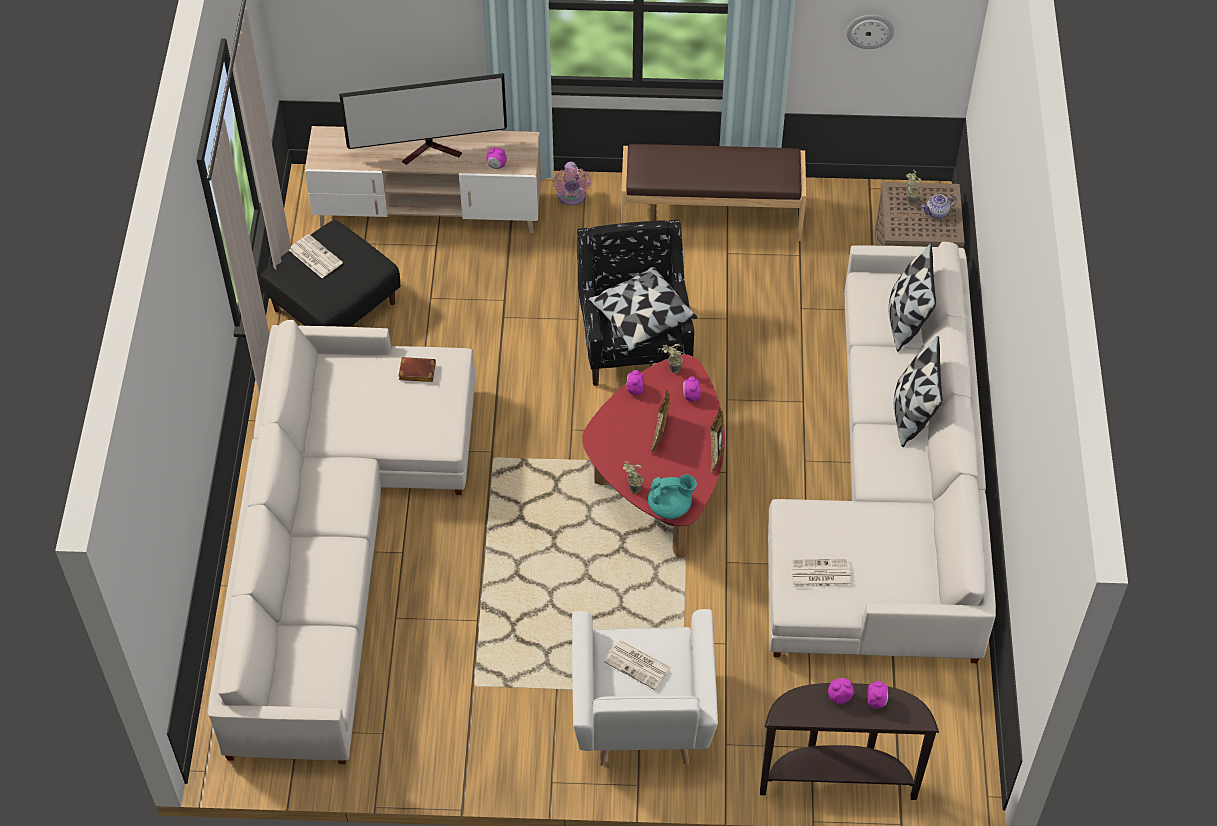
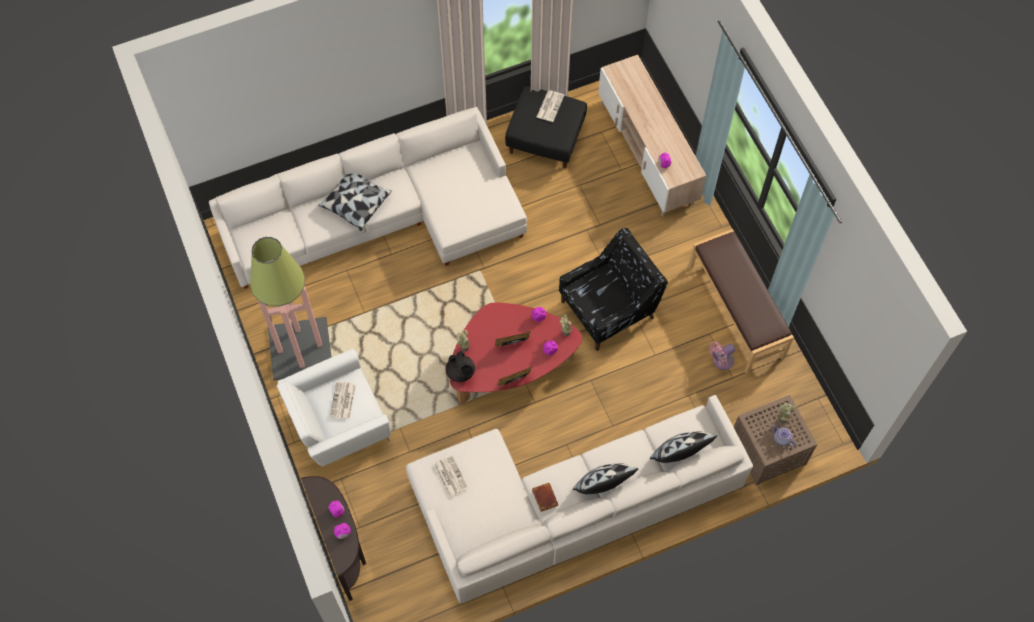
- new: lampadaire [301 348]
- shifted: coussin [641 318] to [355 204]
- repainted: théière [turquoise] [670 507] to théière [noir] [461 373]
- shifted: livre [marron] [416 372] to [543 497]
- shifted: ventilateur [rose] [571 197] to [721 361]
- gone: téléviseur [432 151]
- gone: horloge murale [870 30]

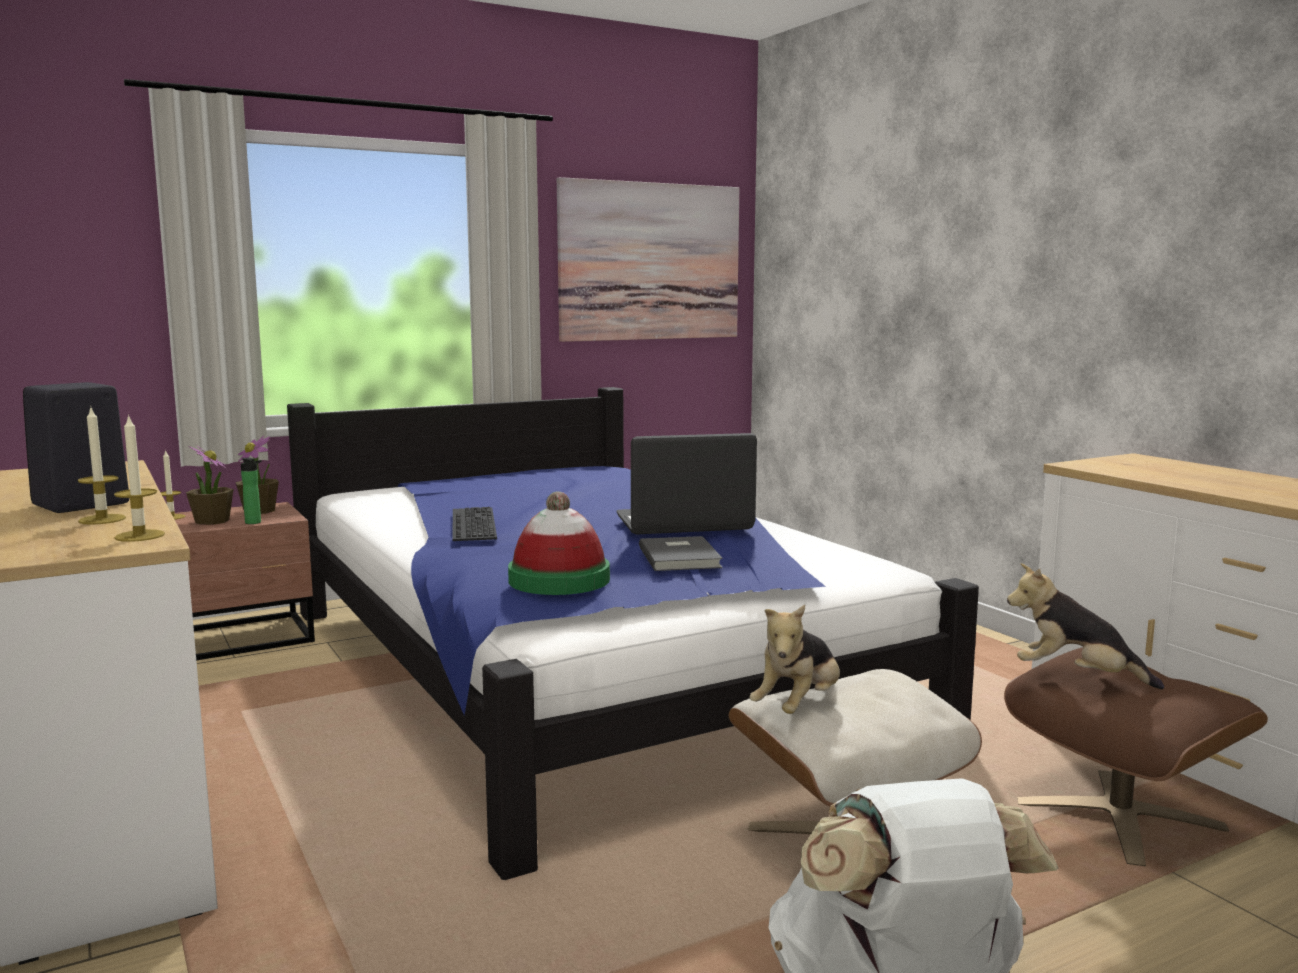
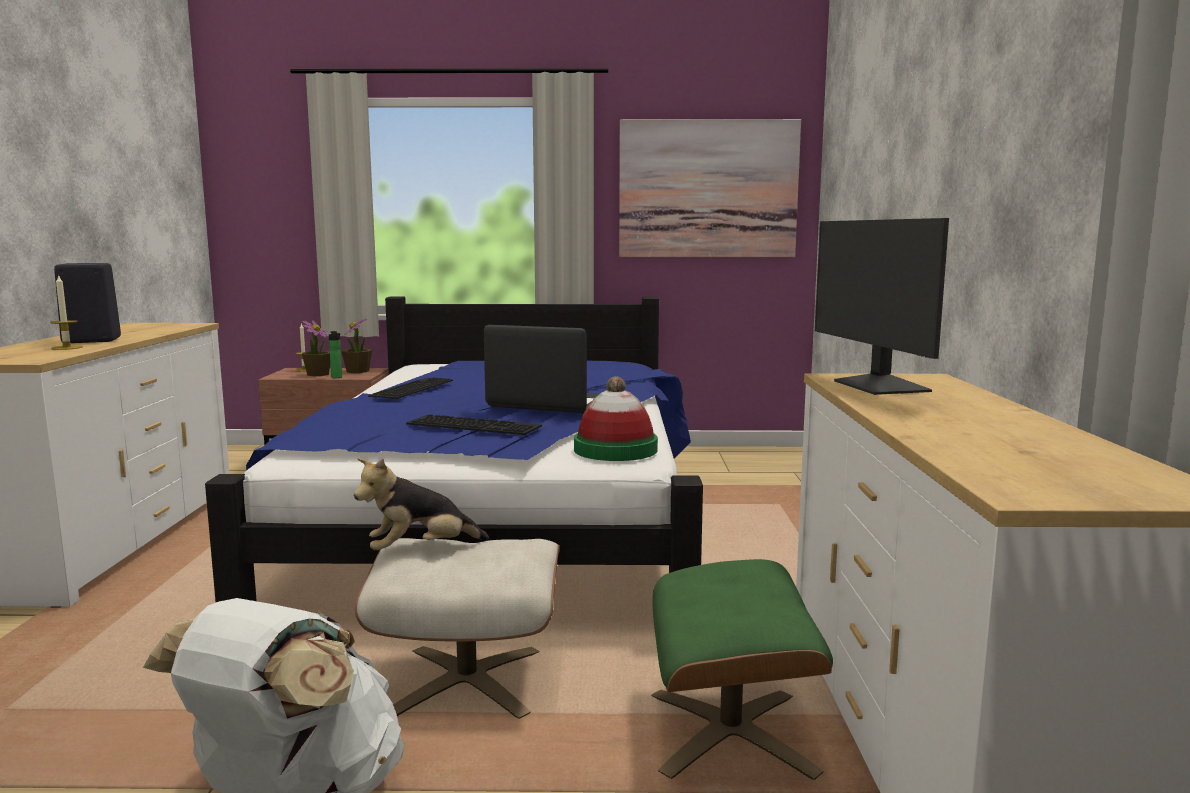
- swapped: livre [gris] [681 557] to clavier [476 425]
- shifted: chapeau [559 580] to [615 450]
- repainted: pouf [marron] [1120 816] to pouf [vert] [731 733]
- new: écran d'ordinateur [879 386]
- gone: bougie [139 536]
- gone: peluche [1076 677]

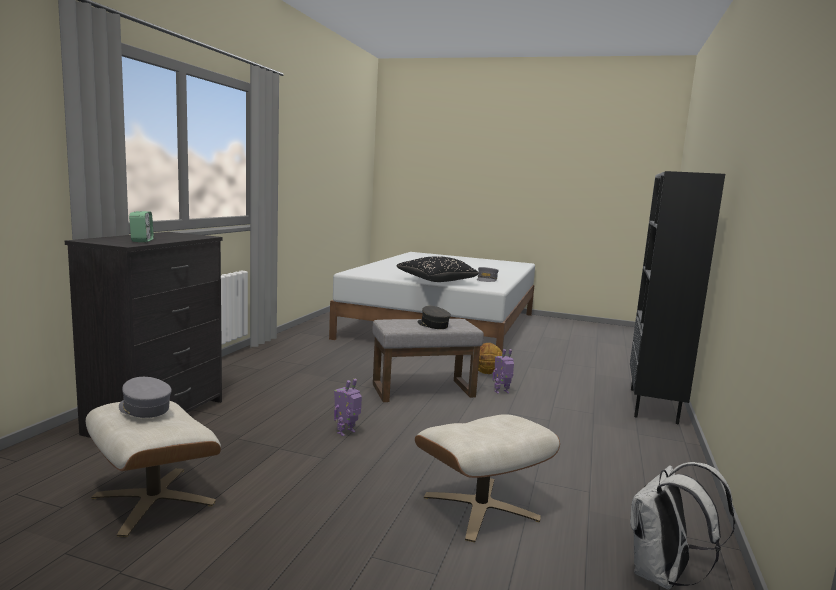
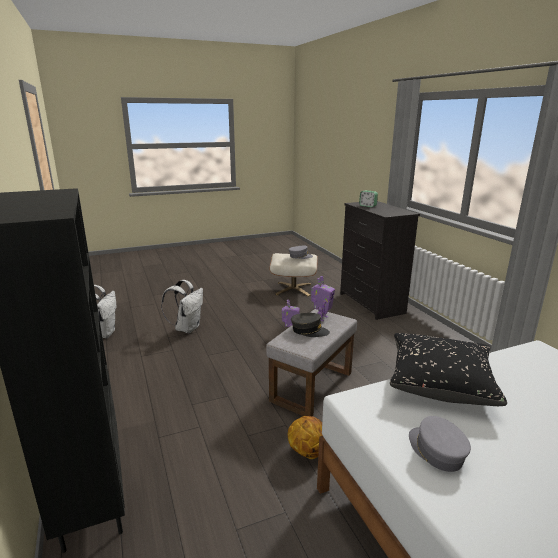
- swapped: pouf [beige] [481 508] to sac à dos [blanc] [187 328]
- shifted: robot jouet [502 392] to [321 318]

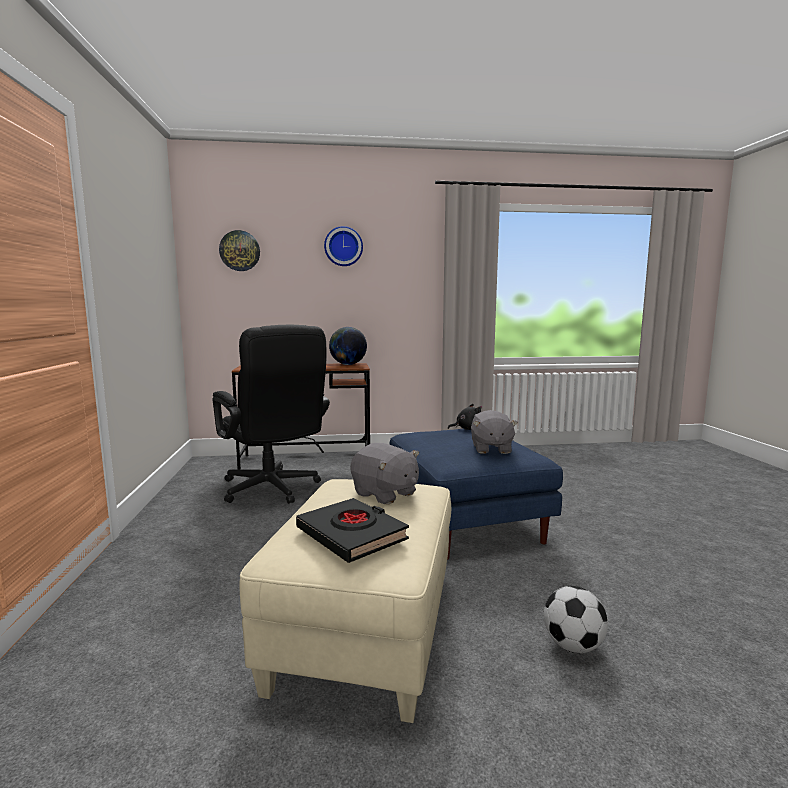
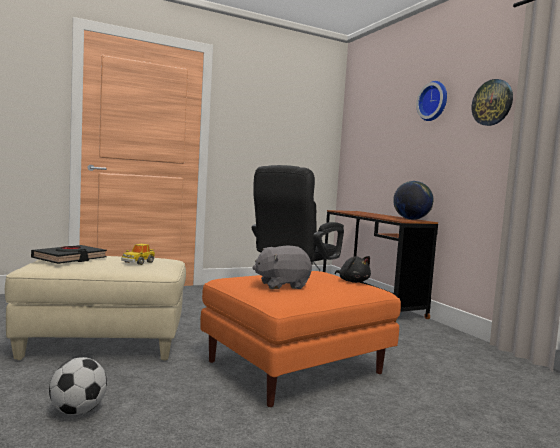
- swapped: peluche [gris] [385 494] to petite voiture [138 262]
- repainted: pouf [bleu] [464 520] to pouf [orange] [296 366]
- shifted: horloge murale [240 251] to [492 102]

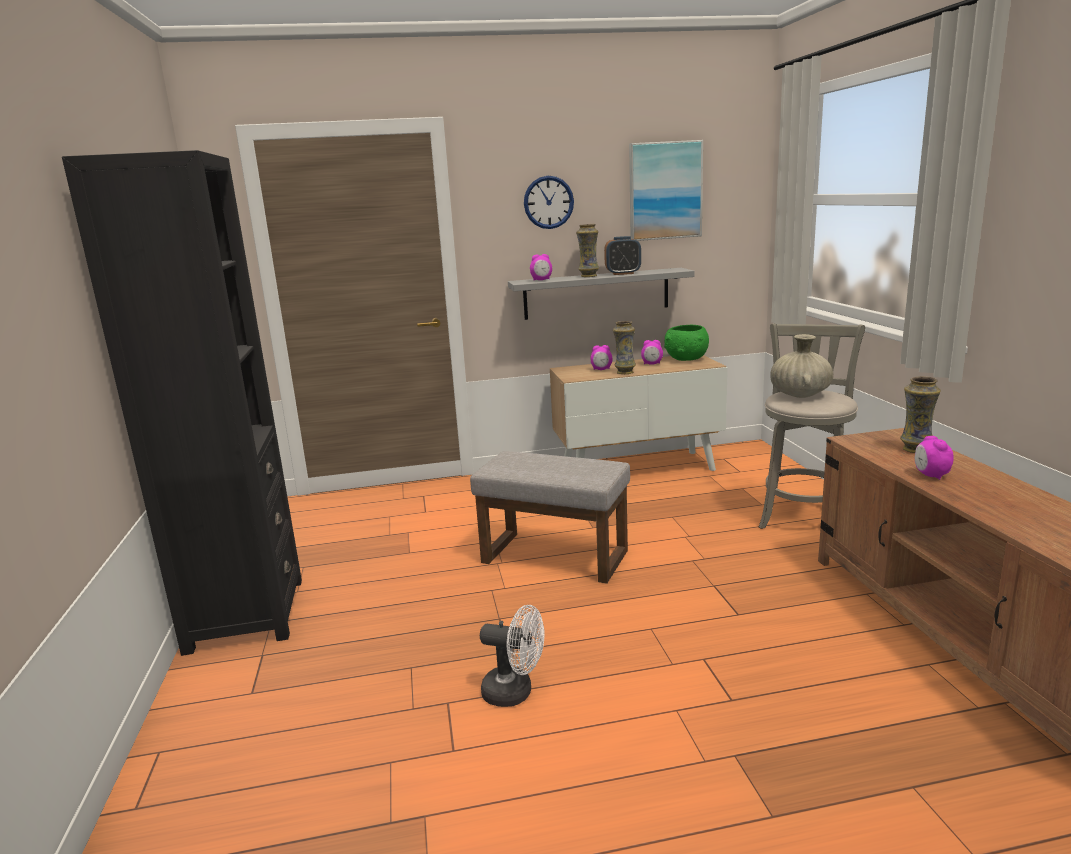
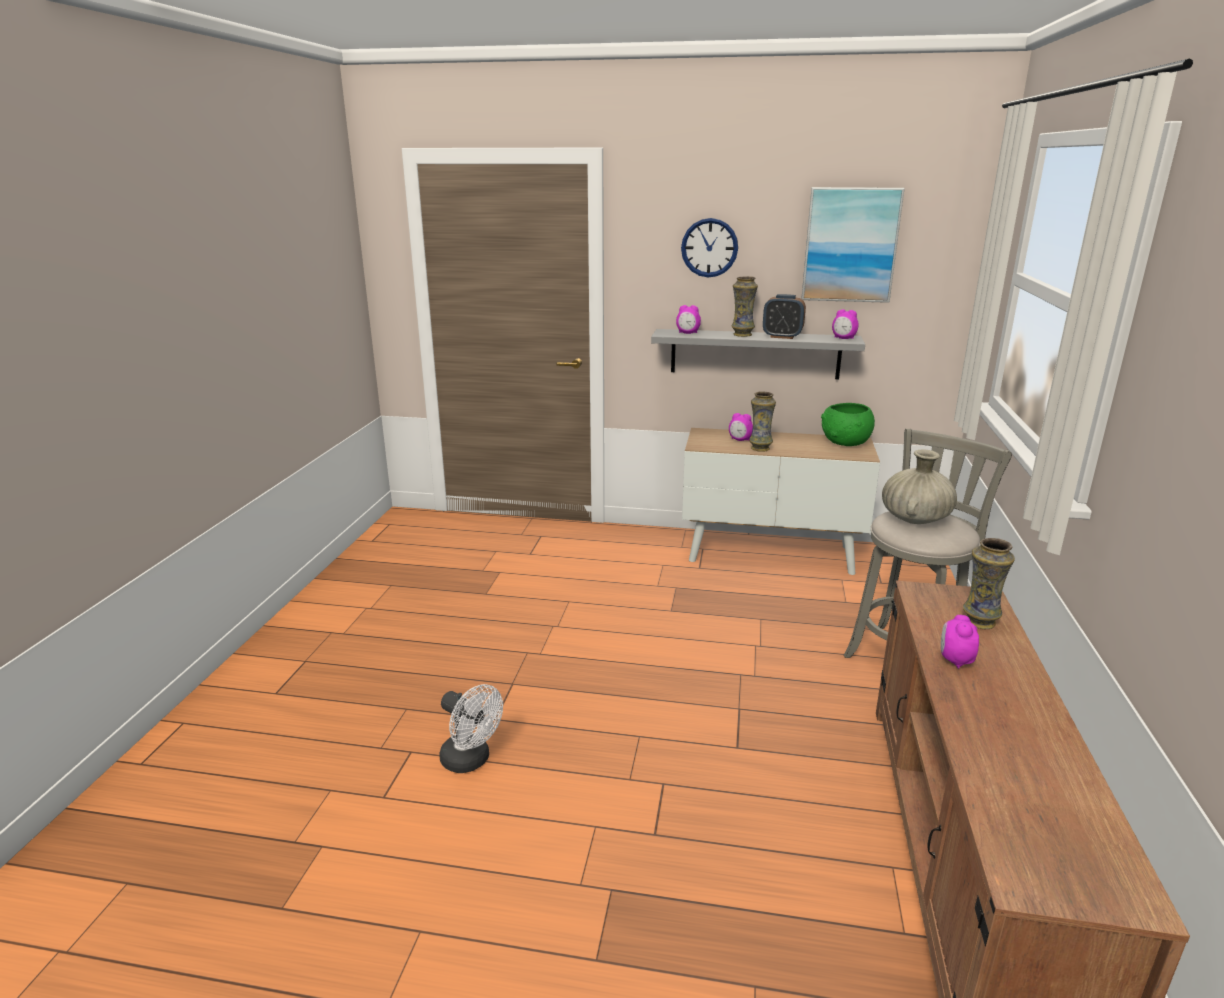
- shifted: réveil [652 364] to [843 338]
- gone: bibliothèque [noir] [245 615]
- gone: pouf [gris] [552 557]

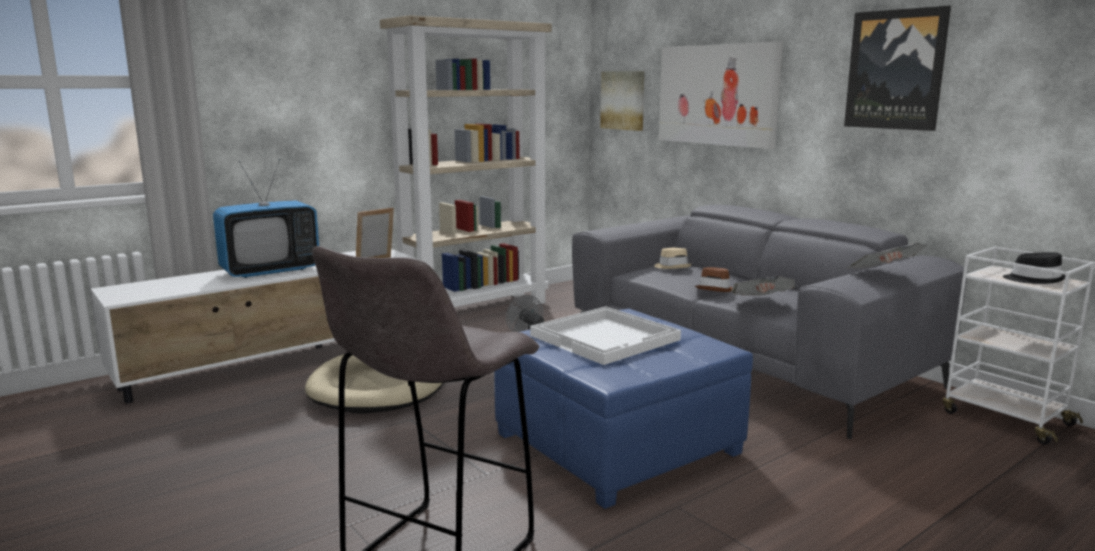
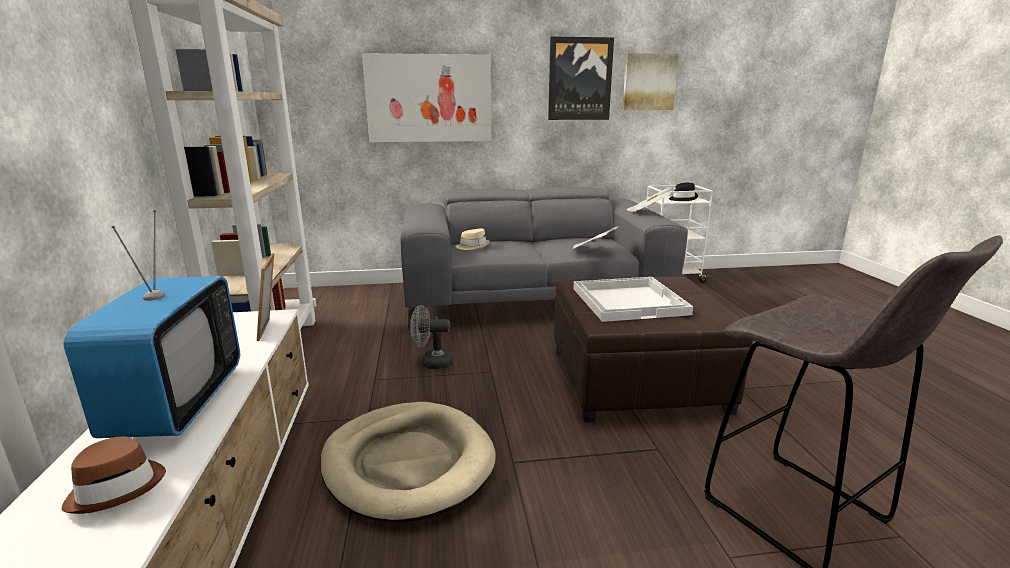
- shifted: chapeau [marron] [715 289] to [118 487]
- repainted: pouf [bleu] [617 442] to pouf [marron] [634 378]
- shifted: tableau [623 100] to [649 82]

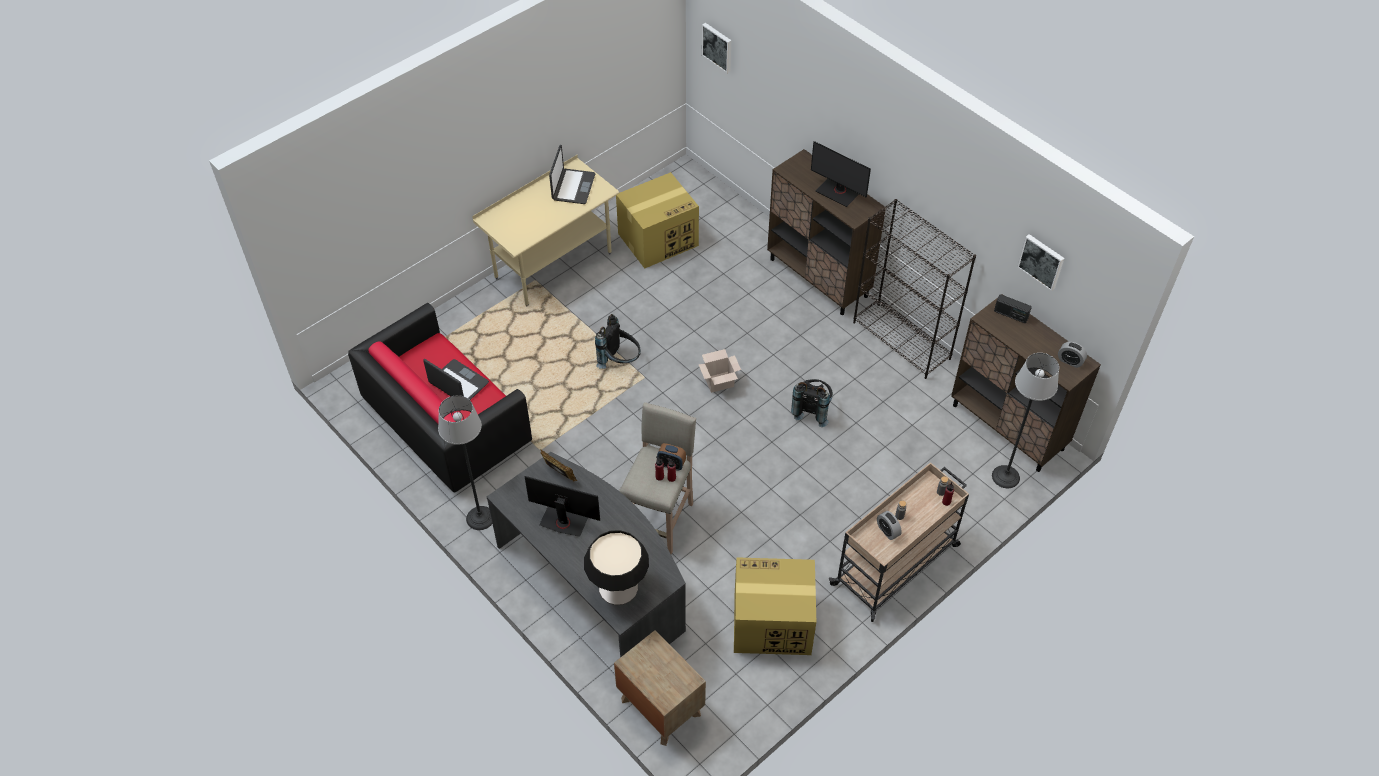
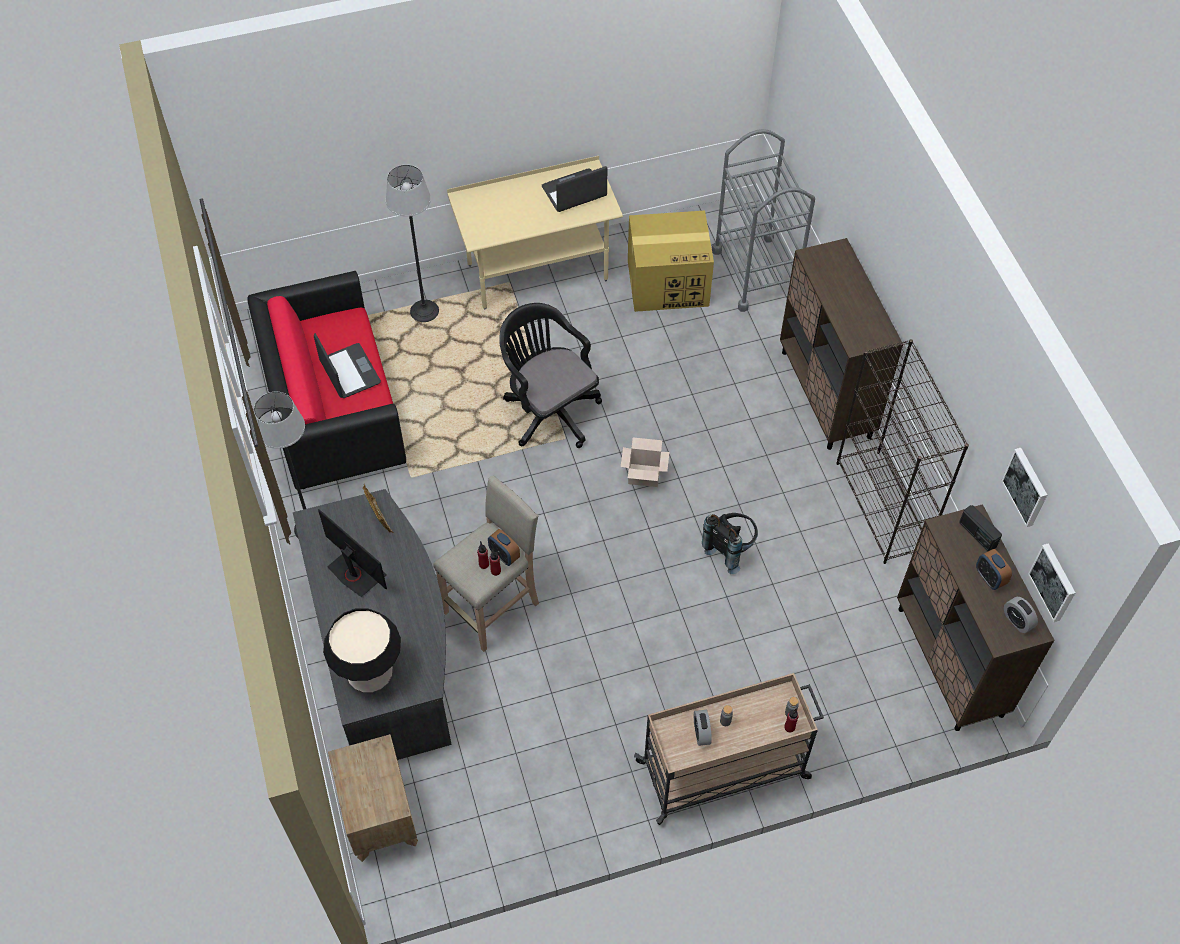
- shifted: lampadaire [1005 476] to [424 311]
- swapped: sac à dos [noir] [620 361] to chaise de bureau [noir] [549 410]
- rotated: ordinateur portable [573 187] = [574 192] 150 degrees counterclockwise
- new: chariot [gris] [756 273]
- new: réveil [989 578]
- shifted: tableau [718 47] to [1054 582]
- gone: carton [771 623]
- gone: écran d'ordinateur [838 192]

